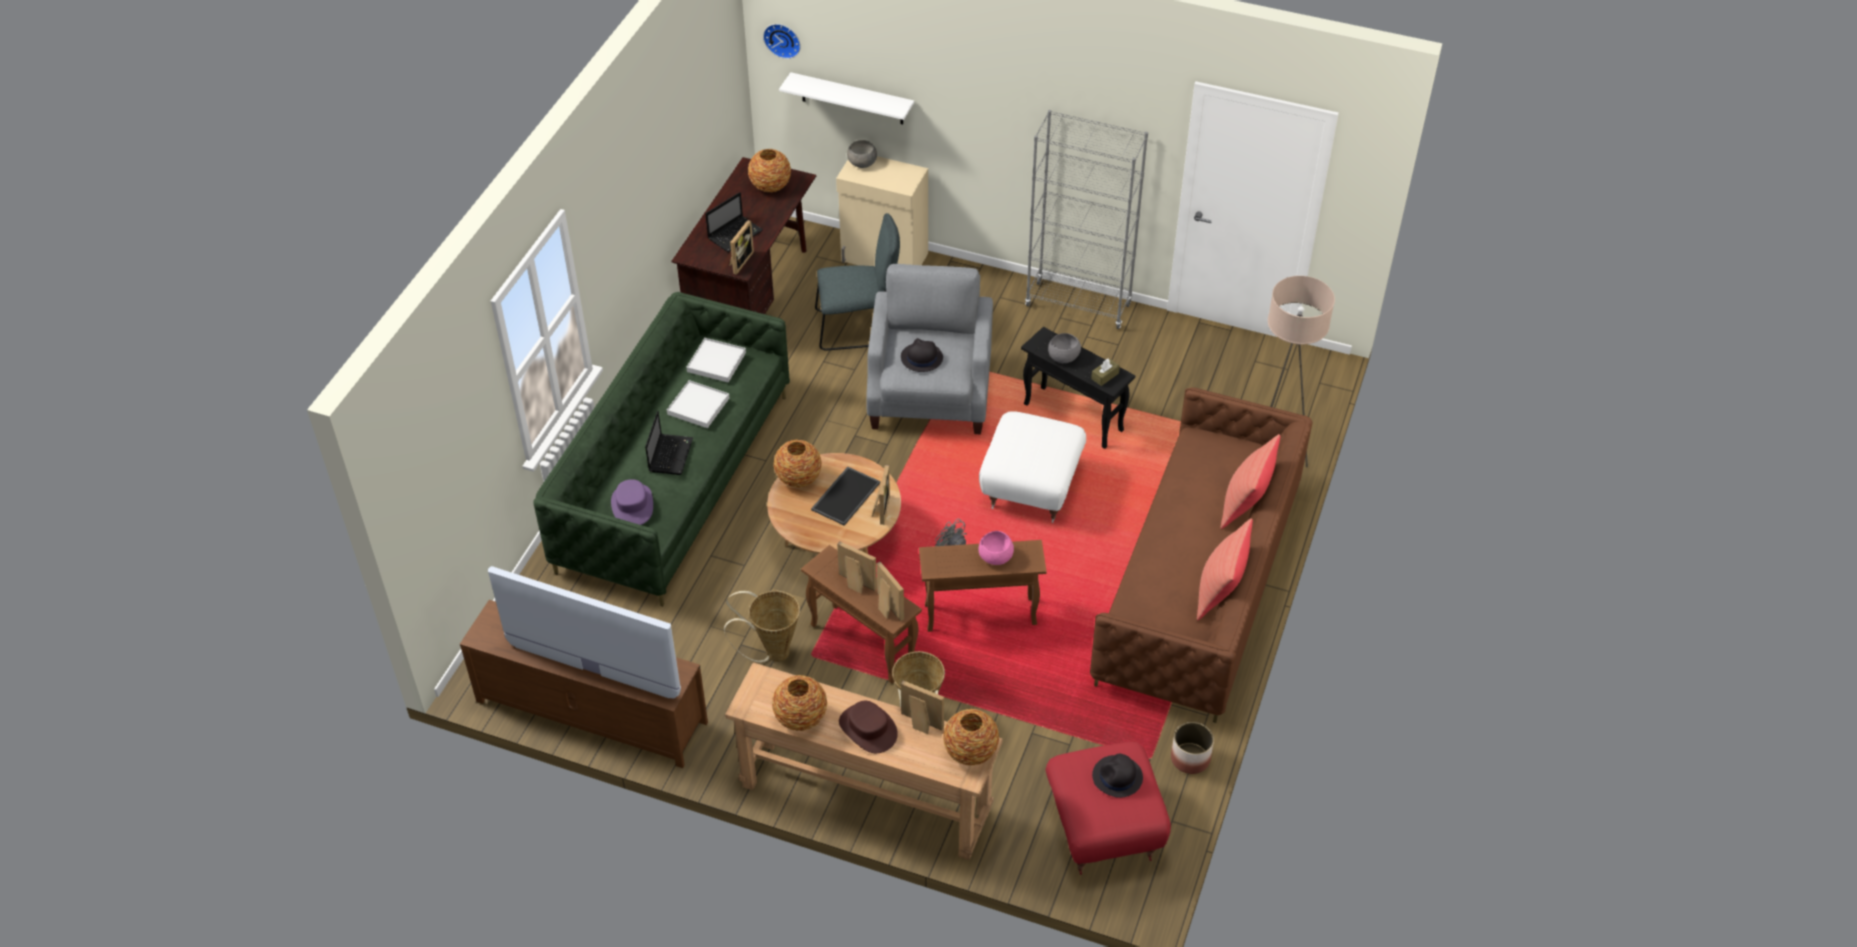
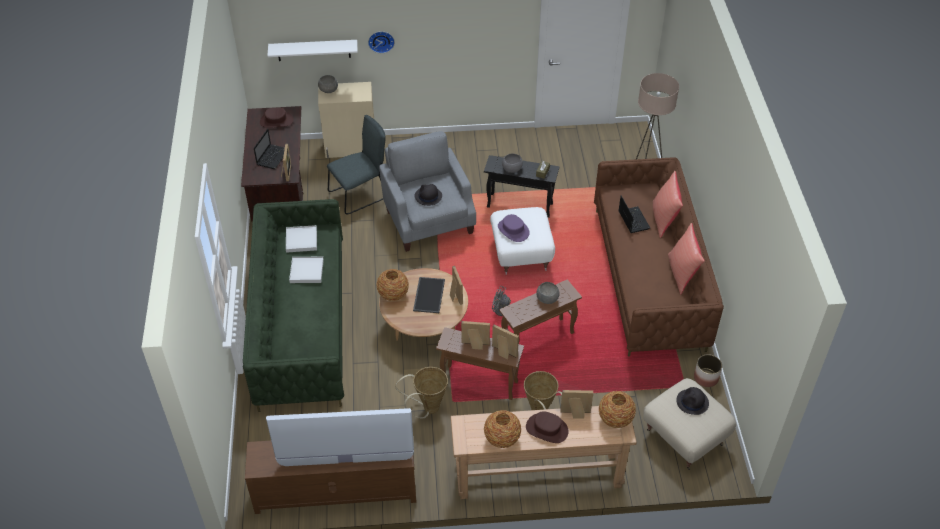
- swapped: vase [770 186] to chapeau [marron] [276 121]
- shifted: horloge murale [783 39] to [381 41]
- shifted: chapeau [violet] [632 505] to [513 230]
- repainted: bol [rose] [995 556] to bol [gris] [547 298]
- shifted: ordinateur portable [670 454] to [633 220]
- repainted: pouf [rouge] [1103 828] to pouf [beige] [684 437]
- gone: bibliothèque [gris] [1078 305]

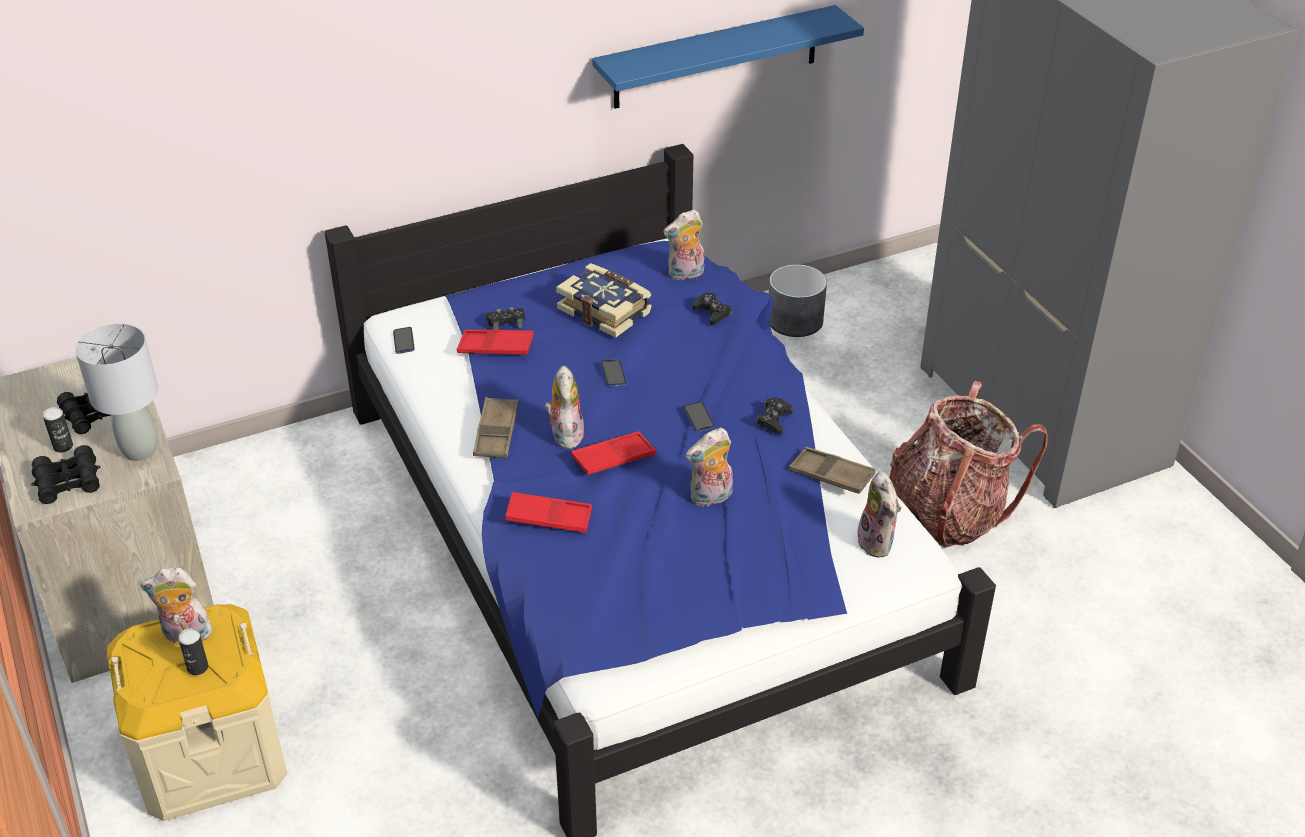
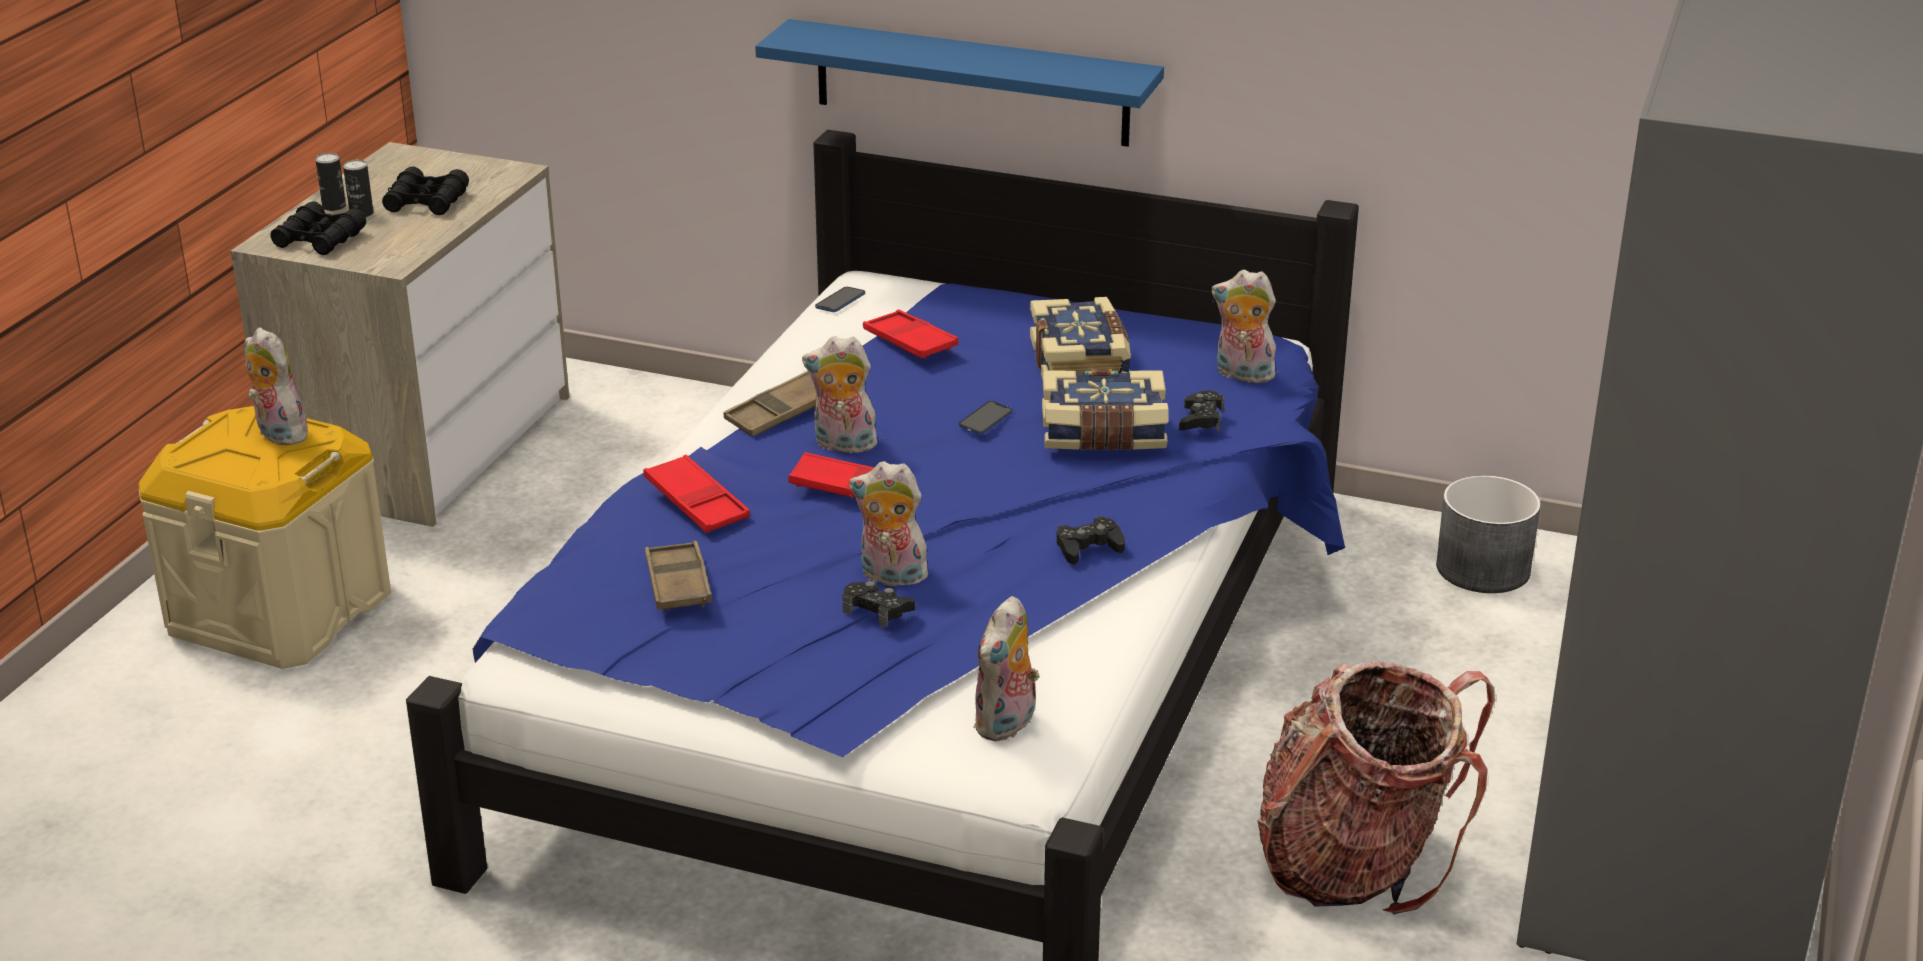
- shifted: boîte métallique [198 667] to [334 206]
- shifted: plateau [marron] [831 475] to [678 584]
- shifted: étagère [bleu] [716 57] to [971 83]
- rotated: peluche [565 434] = [842 445] 120 degrees counterclockwise
- shifted: manette [noir] [506 322] to [877 610]
- new: livre [1103 433]
- gone: lampe de table [gris] [139 450]
- gone: téléphone [699 418]

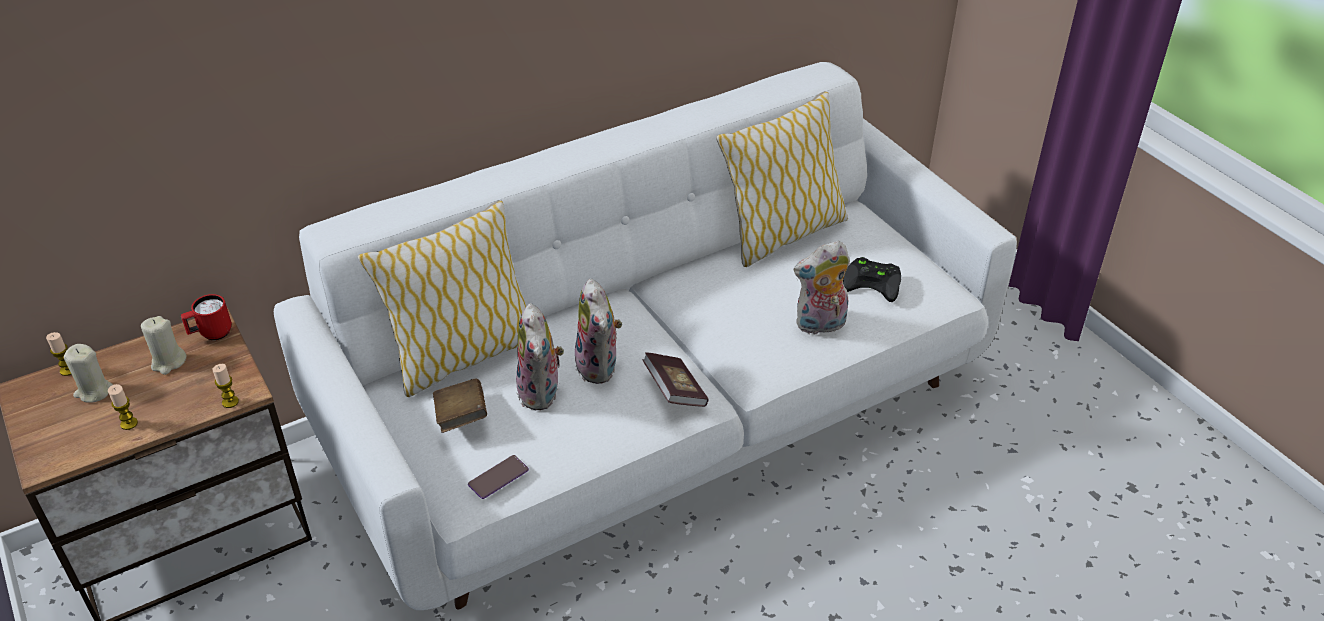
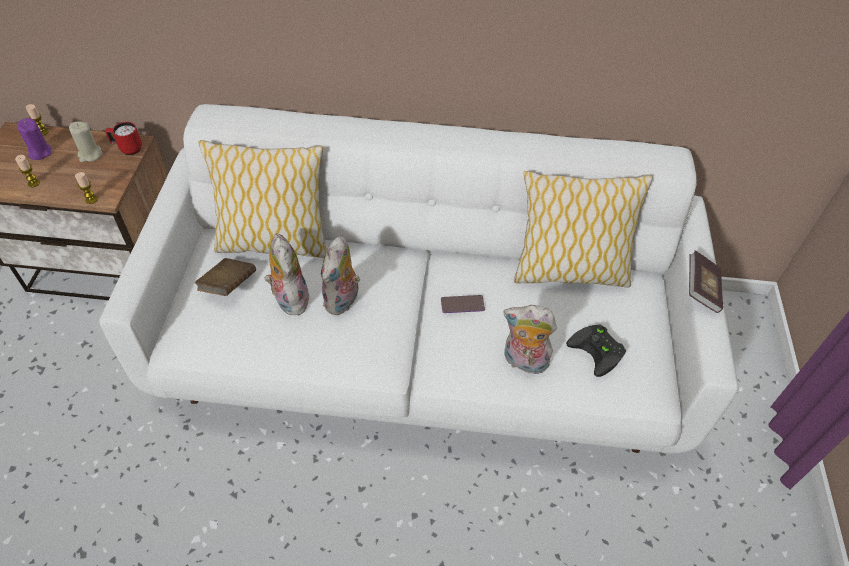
- repainted: bougie [beige] [94 391] to bougie [violet] [40 152]
- rotated: peluche [542 393] = [289 298] 135 degrees clockwise
- shifted: téléphone [498 477] to [462 304]
- shifted: livre [675 391] to [701 289]

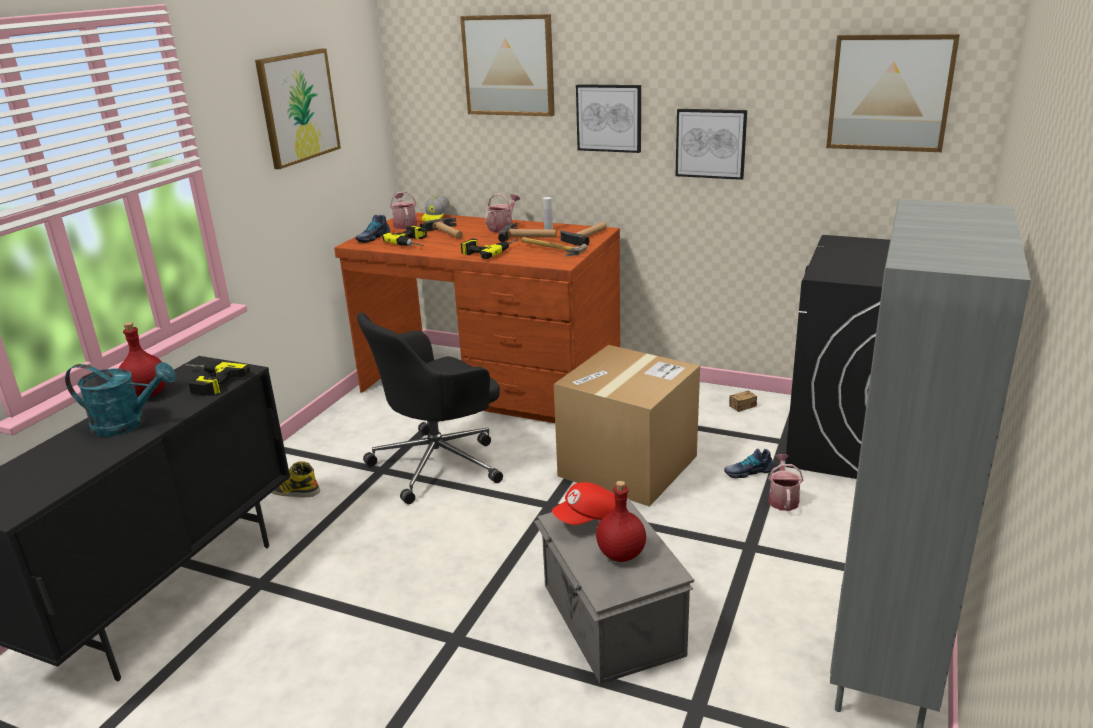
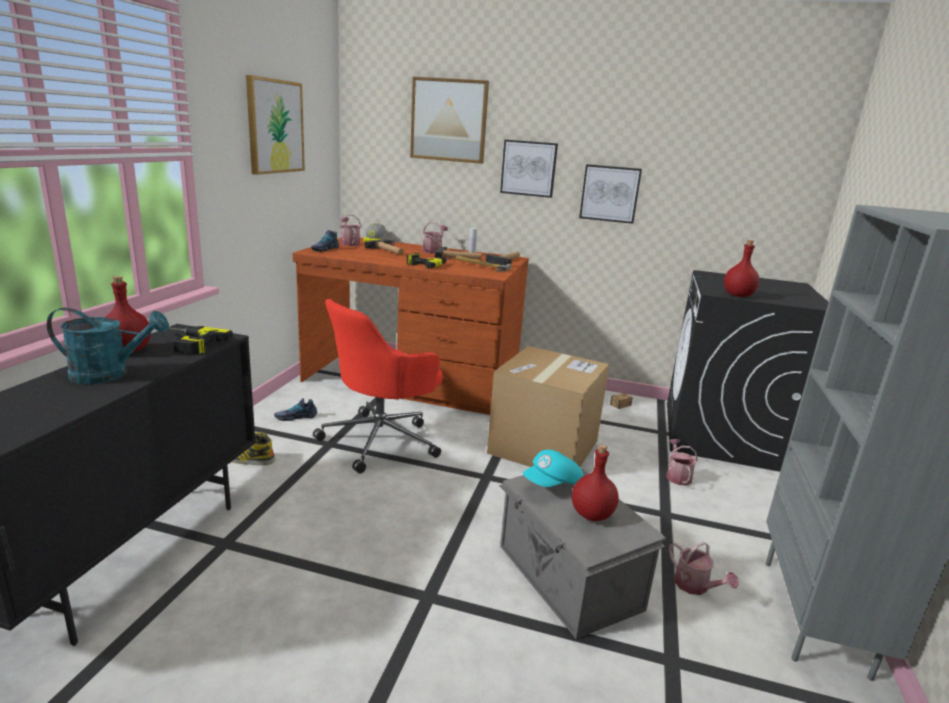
- shifted: chaussure [748 471] to [296 416]
- repainted: chaise de bureau [noir] [440 463] to chaise de bureau [rouge] [381 440]
- repainted: casquette [rouge] [589 520] to casquette [turquoise] [553 484]
- new: arrosoir [695 586]
- new: bouteille [rouge] [737 295]
- gone: perceuse [414 242]
- gone: tableau [890 93]

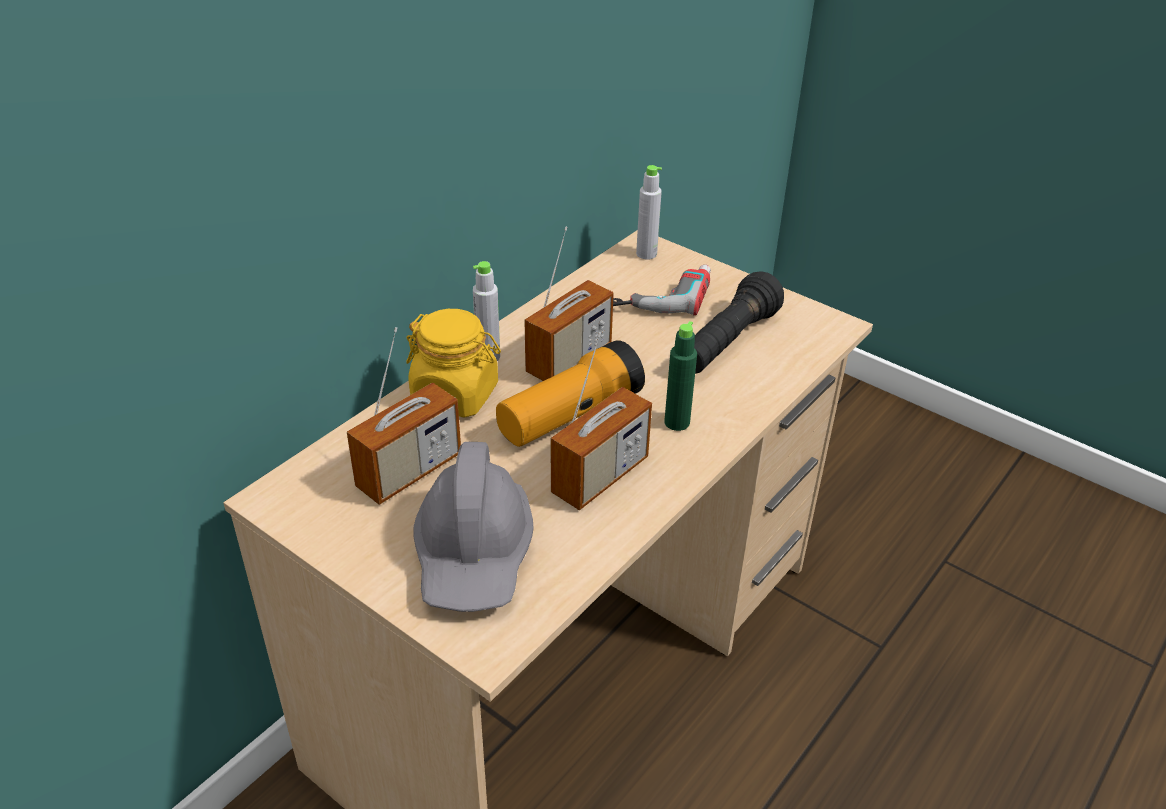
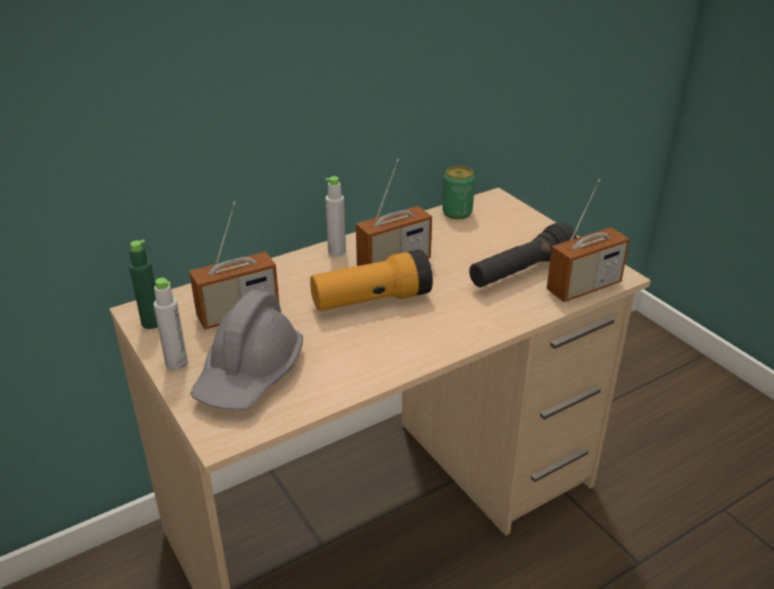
- shifted: bouteille [vert] [677 422] to [152 323]
- shifted: bouteille [gris] [646 254] to [176 363]
- new: boîte métallique [457 212]
- shifted: radio [600 476] to [584 287]
- gone: bocal [jaune] [455 395]
- gone: perceuse [657 294]

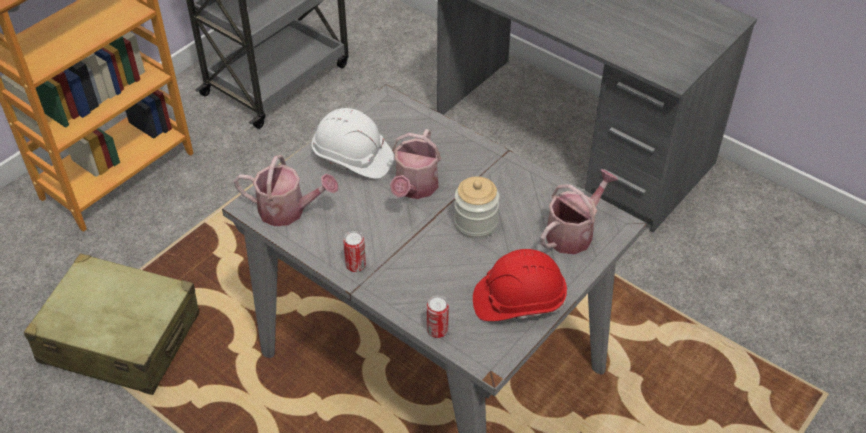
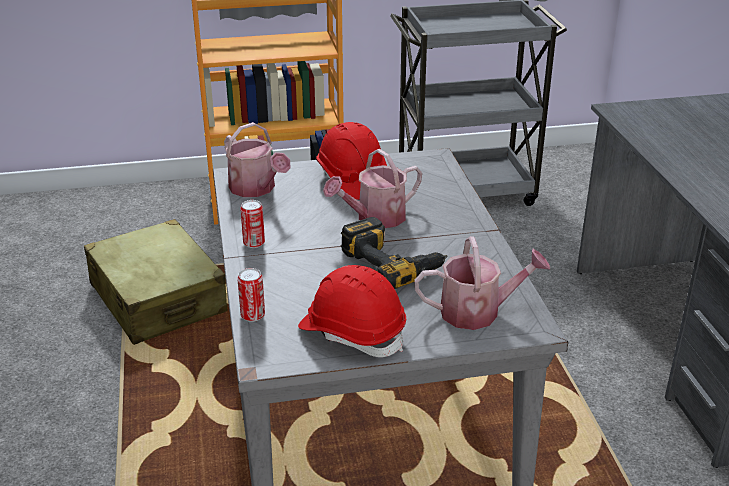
- repainted: casque de chantier [blanc] [352 158] to casque de chantier [rouge] [352 180]
- swapped: bocal [475 223] to perceuse [393 263]

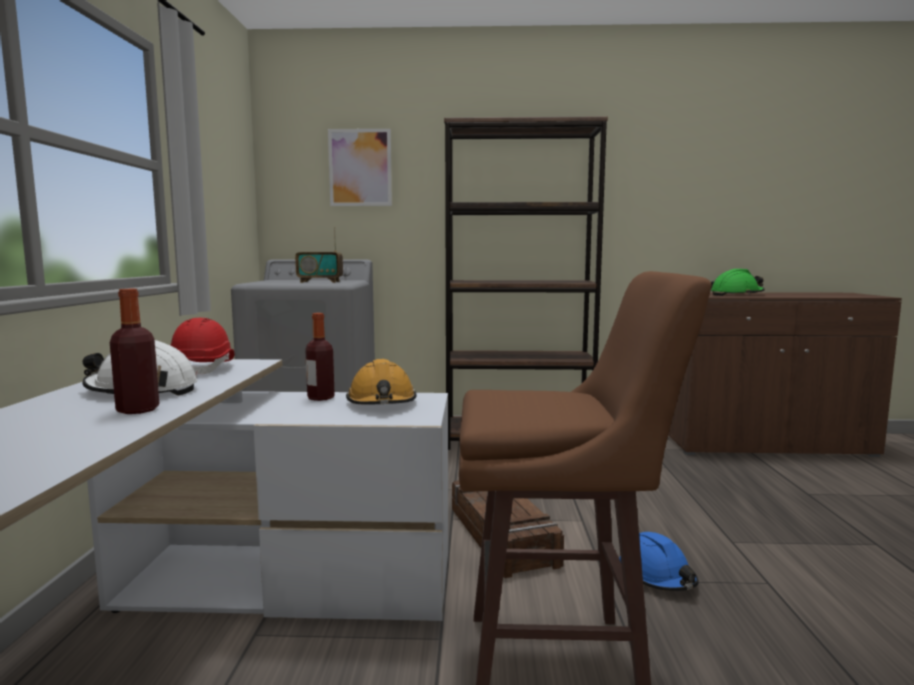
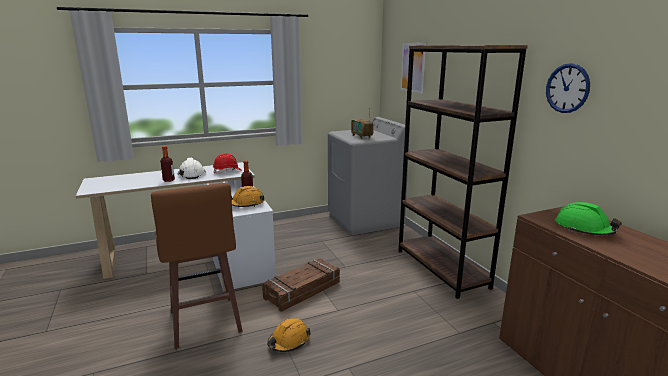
- repainted: casque de chantier [bleu] [657 576] to casque de chantier [orange] [288 341]
- new: horloge murale [567 88]

